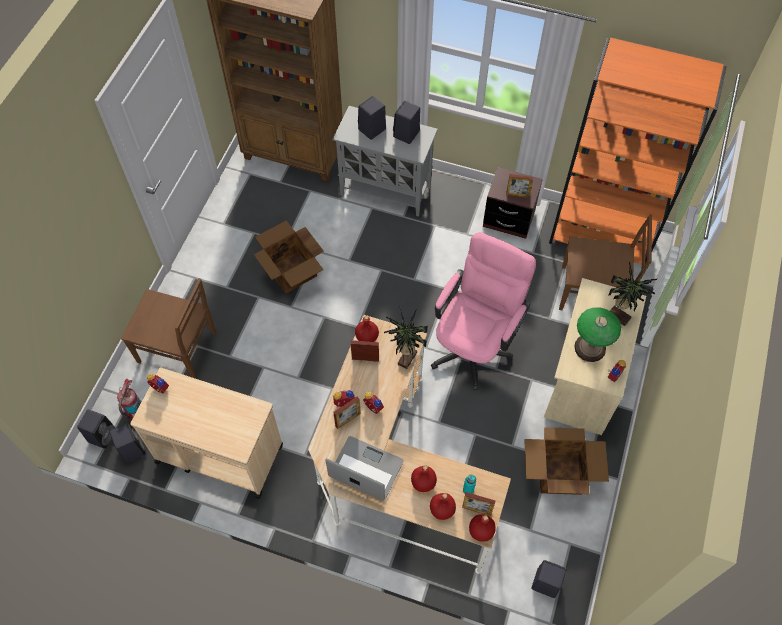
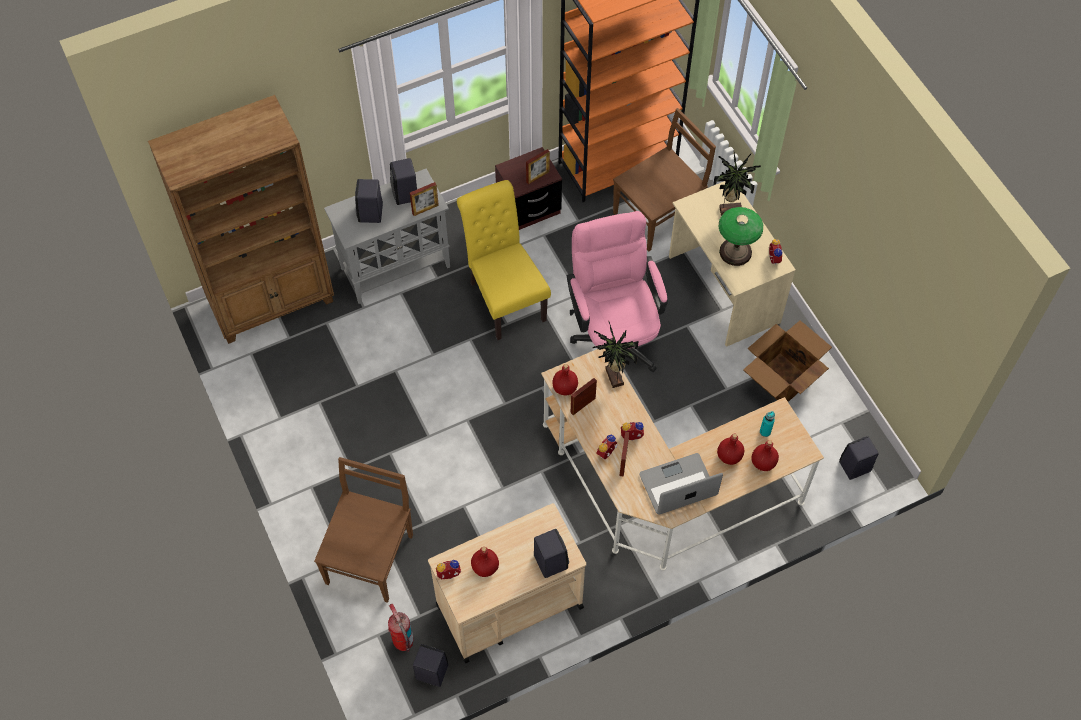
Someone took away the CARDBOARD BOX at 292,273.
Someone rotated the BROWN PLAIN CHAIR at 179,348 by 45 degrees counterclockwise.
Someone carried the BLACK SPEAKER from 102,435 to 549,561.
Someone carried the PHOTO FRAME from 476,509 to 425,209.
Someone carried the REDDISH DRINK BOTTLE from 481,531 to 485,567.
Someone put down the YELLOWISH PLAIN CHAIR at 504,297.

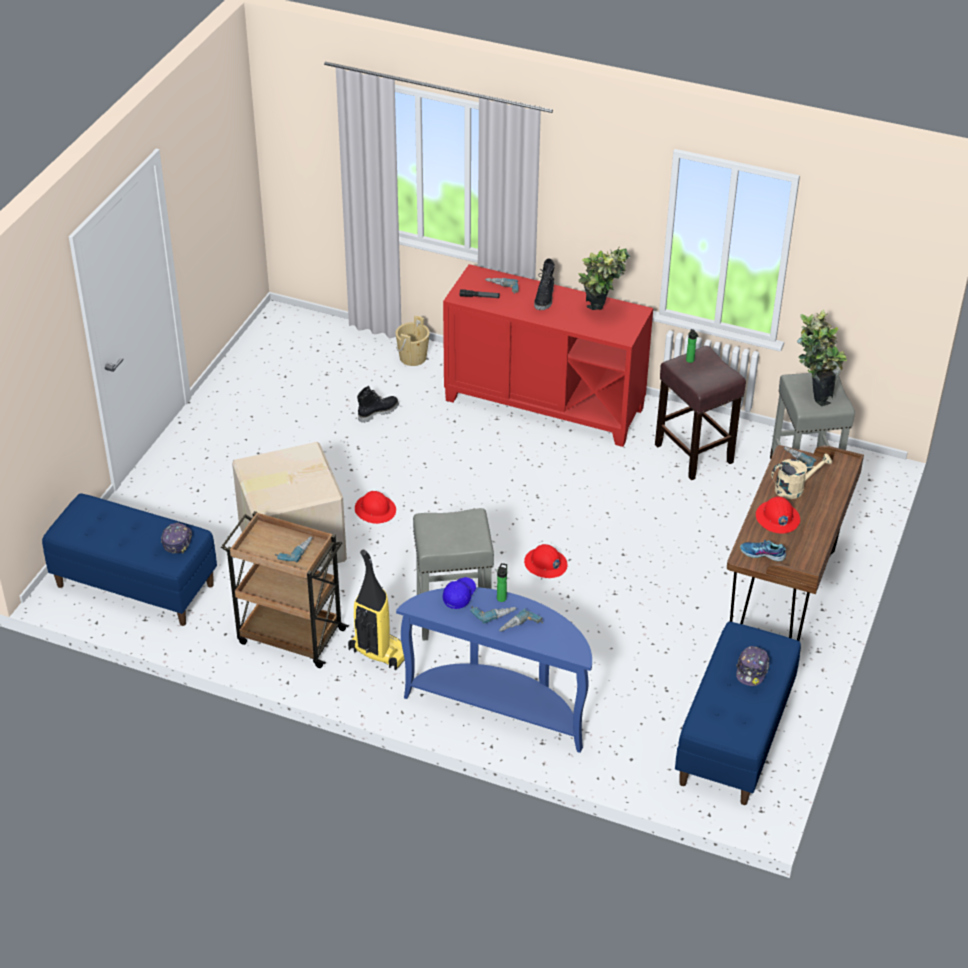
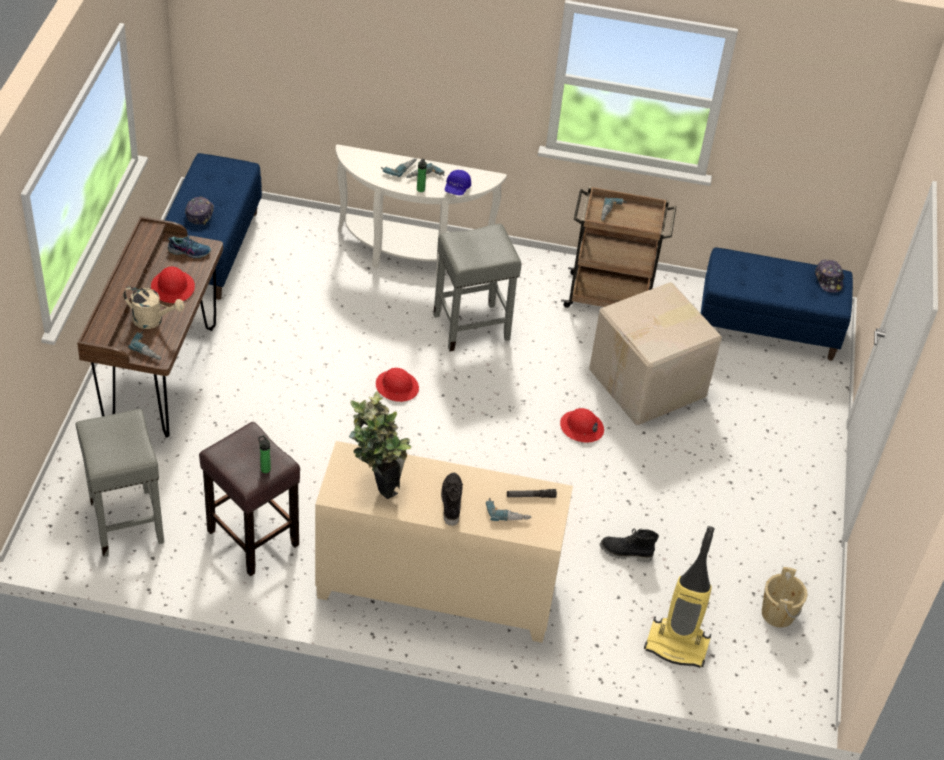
Someone repainted the REDDISH CUPBOARD at 544,404, which became the SAND-COLOURED CUPBOARD at 436,590.
Someone took away the POTTED PLANT at 813,394.
Someone carried the SAND-COLOURED WATER BUCKET from 413,357 to 778,613.
Someone rotated the BLACK TALL BOOT at 378,412 by 60 degrees clockwise.
Someone rotated the SAND-COLOURED WATERING CAN at 794,488 by 135 degrees counterclockwise.
Someone carried the BASEBALL CAP from 177,541 to 828,280.
Someone carried the VACUUM from 379,652 to 677,645.
Someone repainted the BLUISH HALL TABLE at 500,707, which became the WHITE HALL TABLE at 411,256.

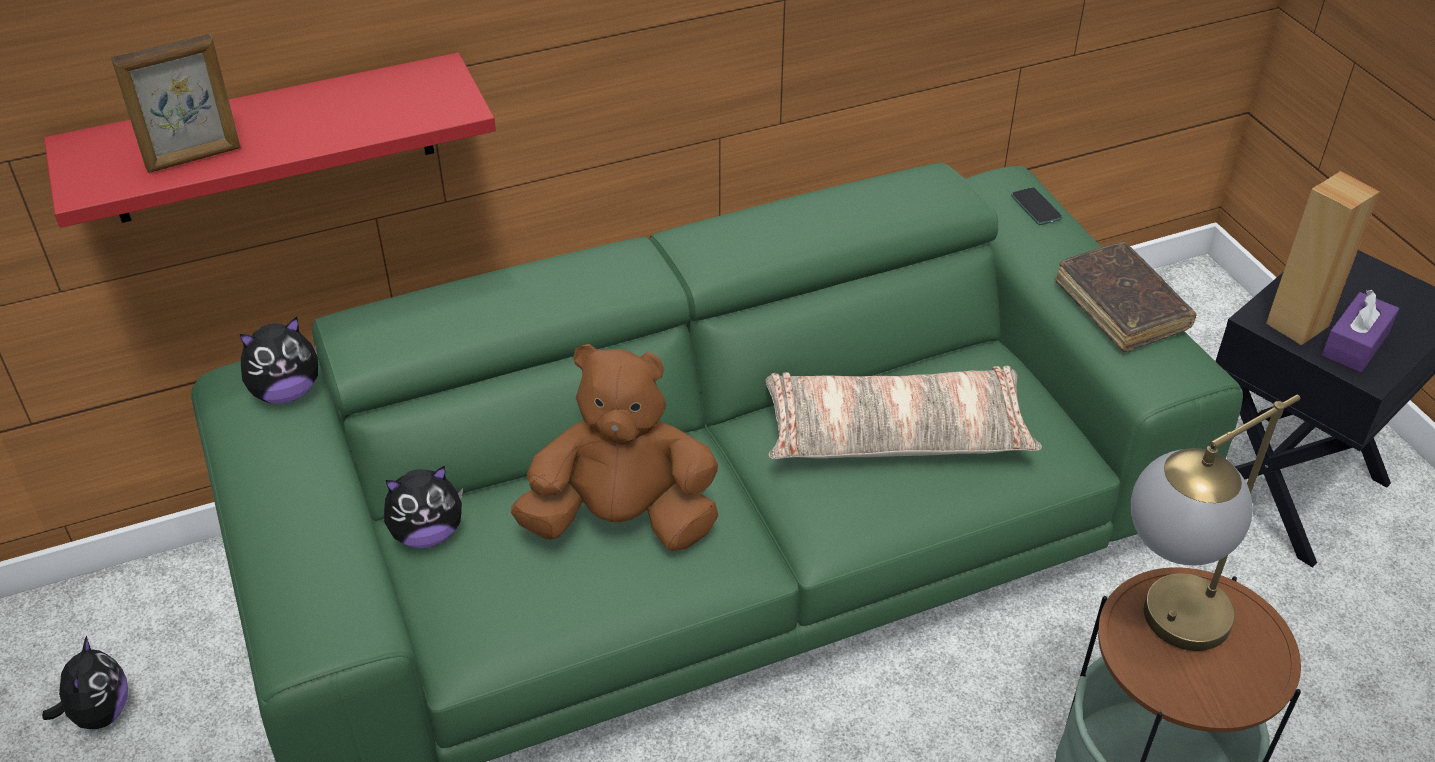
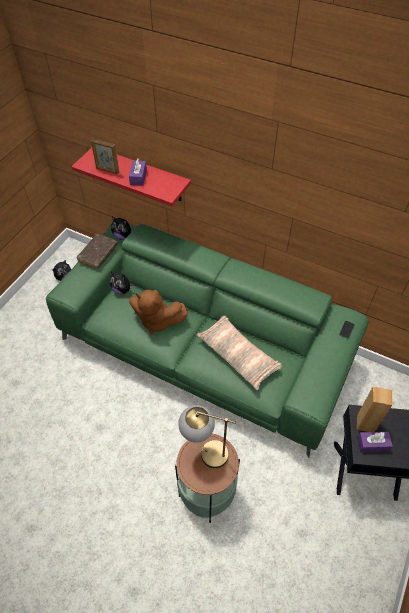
Someone carried the BROWN BOUND BOOK from 1121,307 to 98,254.
Someone rotated the BROWN PLUSH TOY at 623,520 by 150 degrees clockwise.
Someone put down the PURPLE BOX OF TISSUES at 138,177.

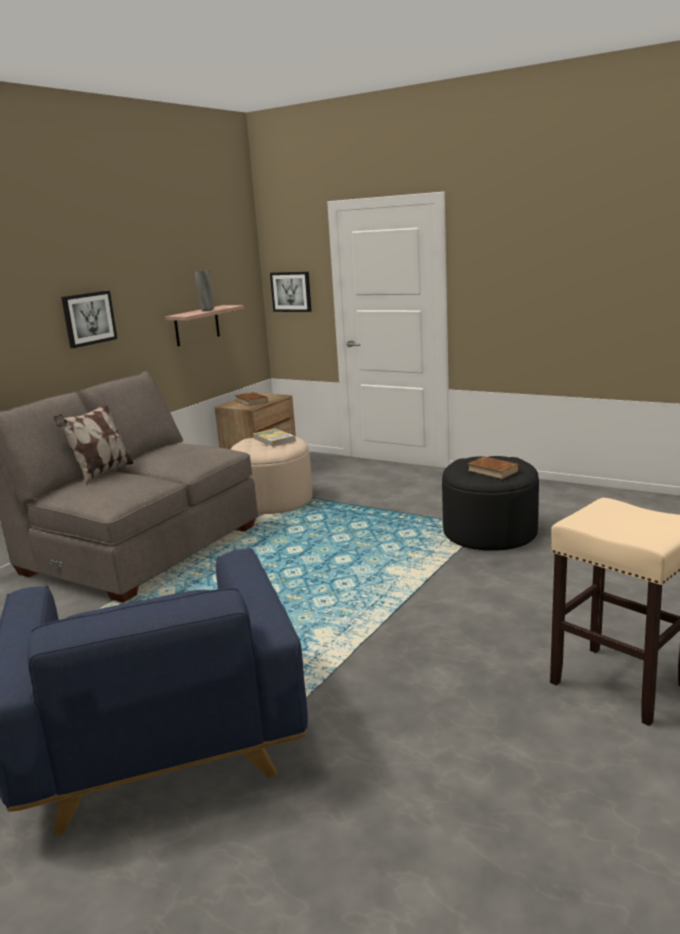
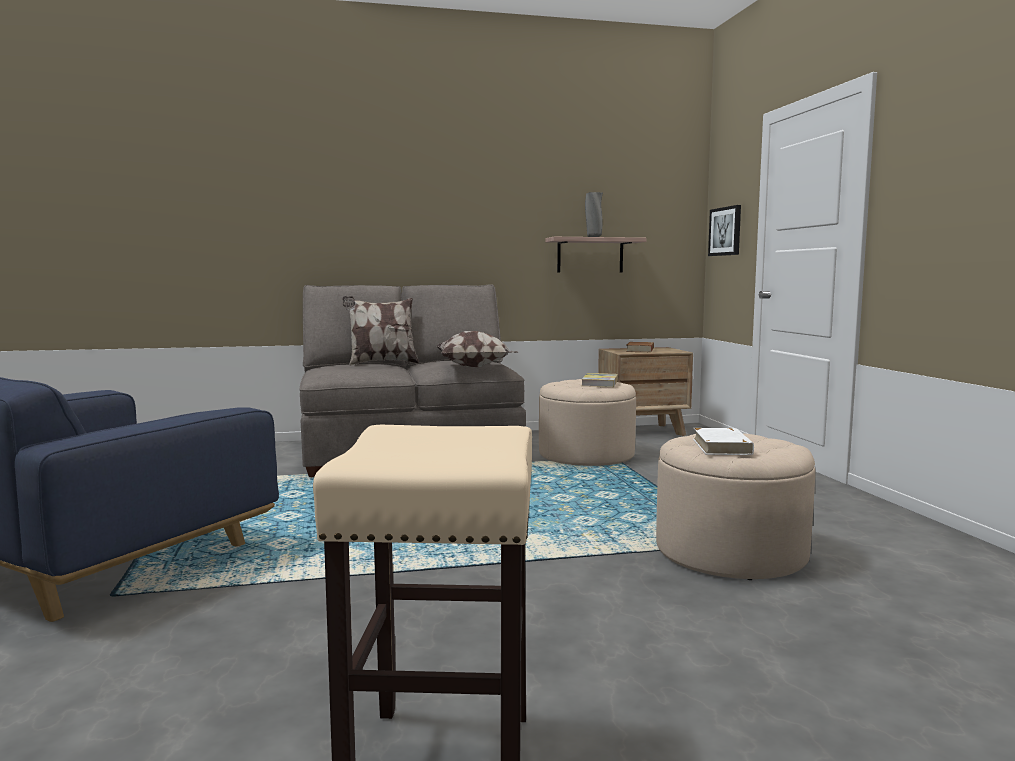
Someone took away the WALL PICTURE at 88,318.
Someone repainted the BLACK OTTOMAN at 490,533, which became the SAND-COLOURED OTTOMAN at 730,552.
Someone repainted the BROWN BOUND BOOK at 493,471, which became the WHITE BOUND BOOK at 722,447.
Someone put down the PILLOW at 475,367.

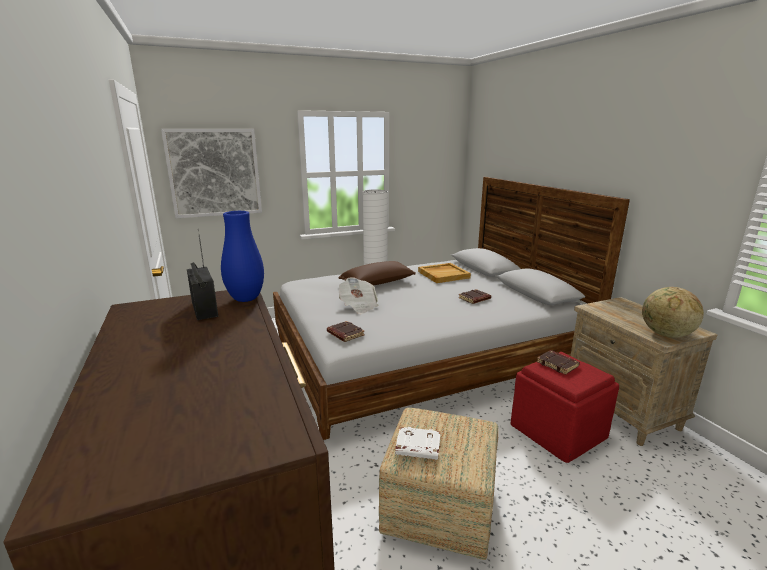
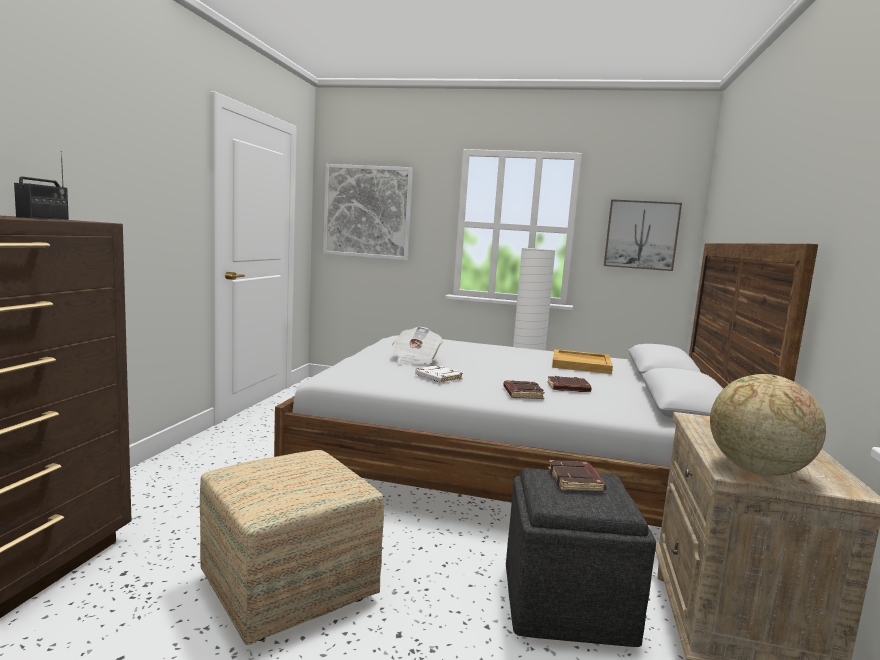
Someone took away the BLUISH VASE at 246,299.
Someone took away the BROWN PILLOW at 378,284.
Someone carried the BROWN BOUND BOOK from 344,334 to 522,393.
Someone repainted the REDDISH OTTOMAN at 556,431, which became the GREY OTTOMAN at 565,602.
Someone carried the WHITE BOUND BOOK from 417,447 to 437,378.
Someone put up the WALL PICTURE at 641,235.

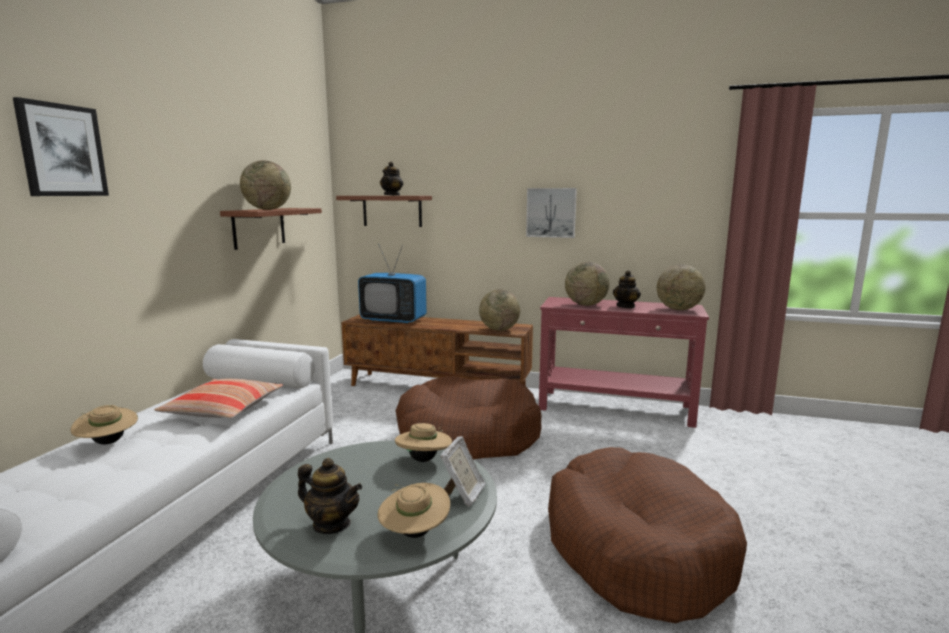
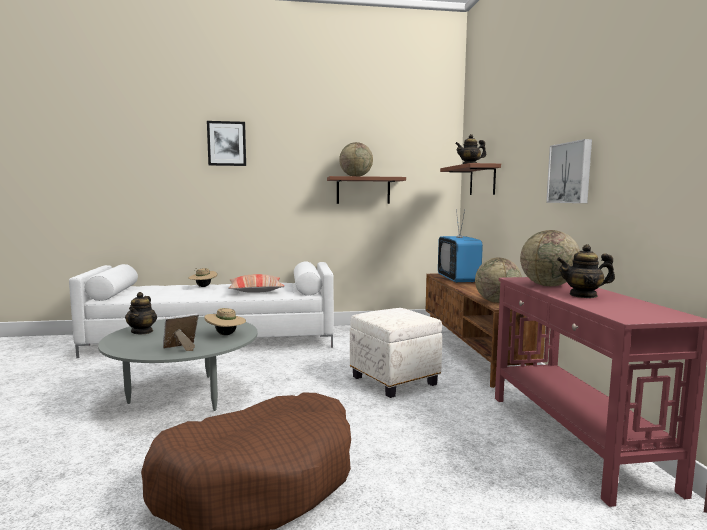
Someone took away the WORLD GLOBE at 678,309.
Someone swapped the BROWN PET BED at 468,435 for the WHITE OTTOMAN at 395,381.
Someone rotated the PHOTO FRAME at 463,495 by 150 degrees clockwise.
Someone took away the SAND-COLOURED CLOTHING HAT at 414,533.

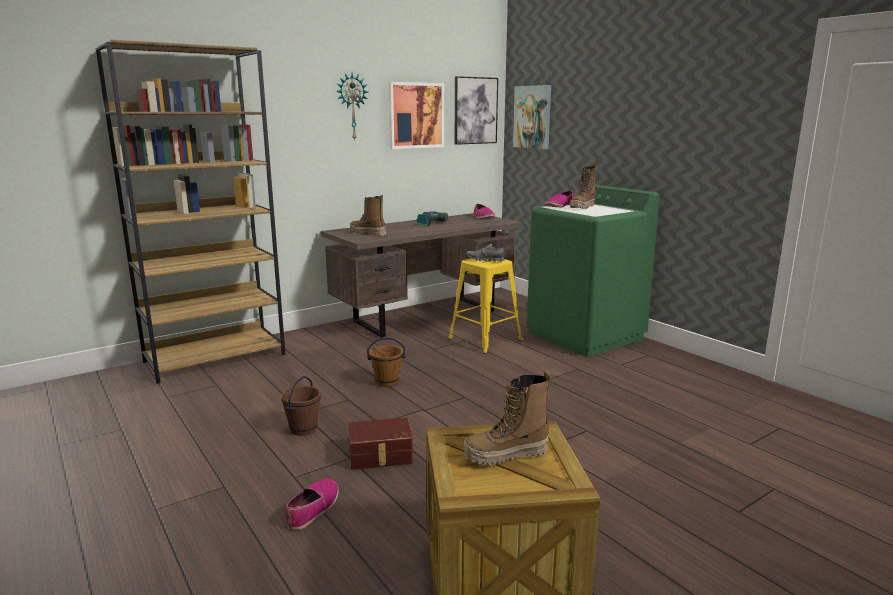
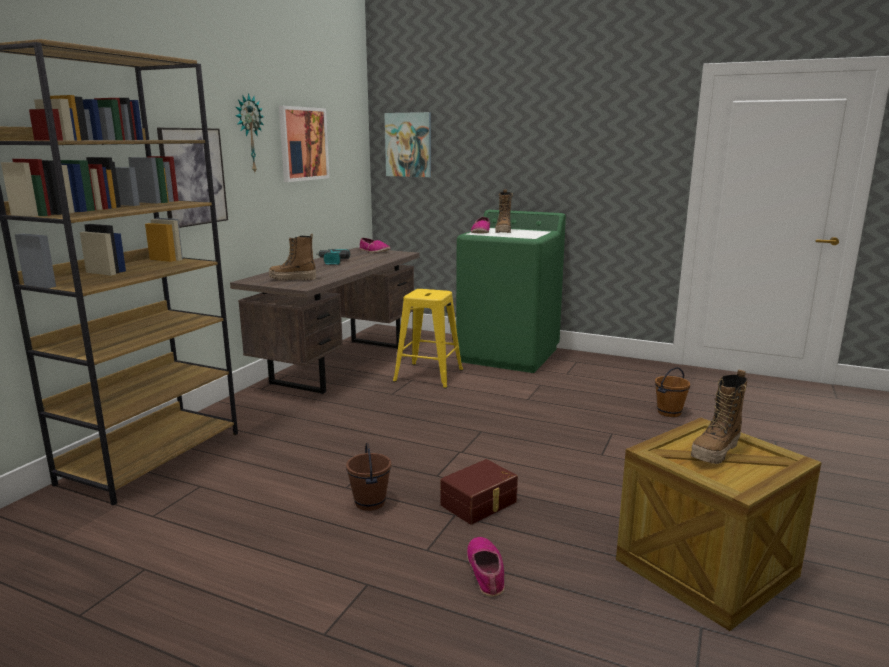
Someone carried the WALL PICTURE from 475,110 to 193,177.
Someone took away the GREY LOW SHOE at 485,260.
Someone carried the BROWN WATER BUCKET from 387,381 to 668,412.

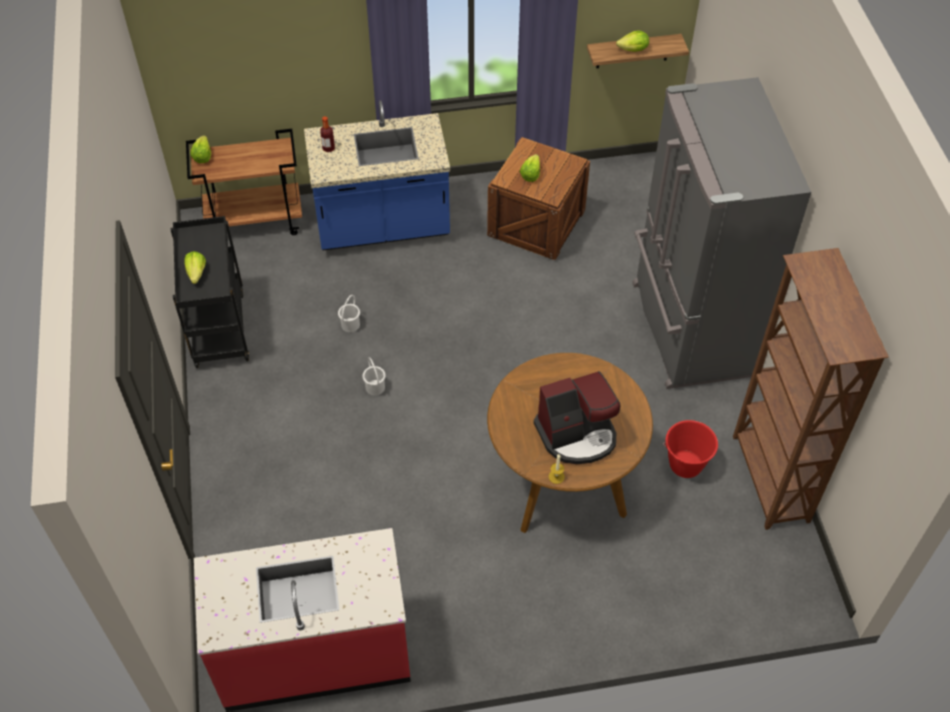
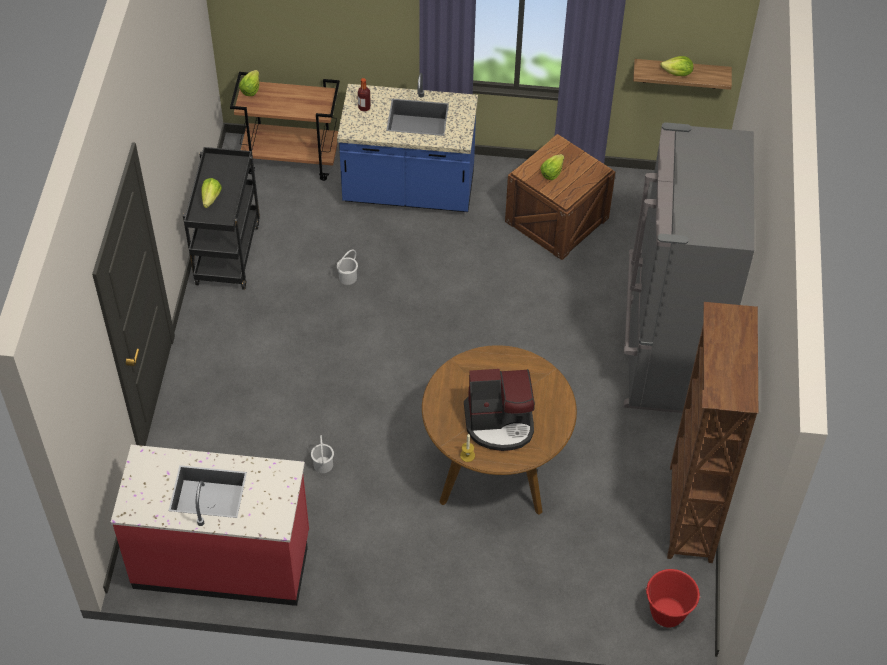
Someone carried the WHITE WATER BUCKET from 375,387 to 323,465.
Someone carried the REDDISH WATER BUCKET from 685,465 to 667,613.

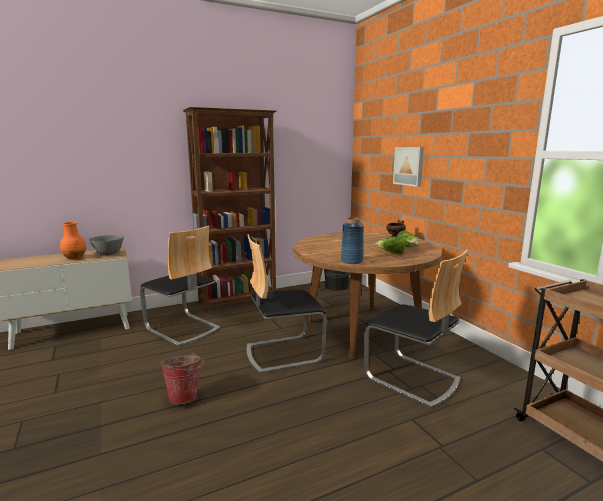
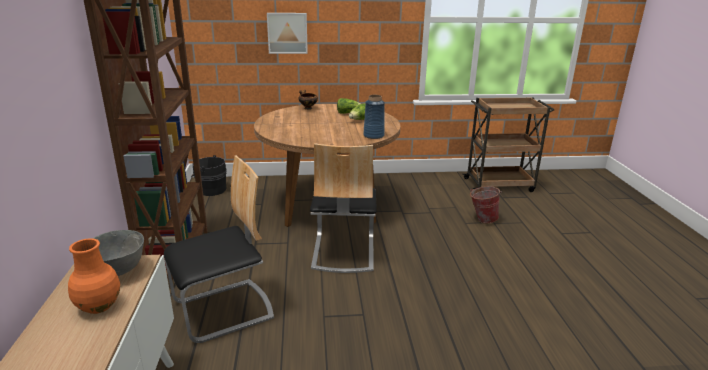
Someone took away the PLAIN CHAIR at 412,378.
Someone carried the WATER BUCKET from 185,397 to 482,219.

